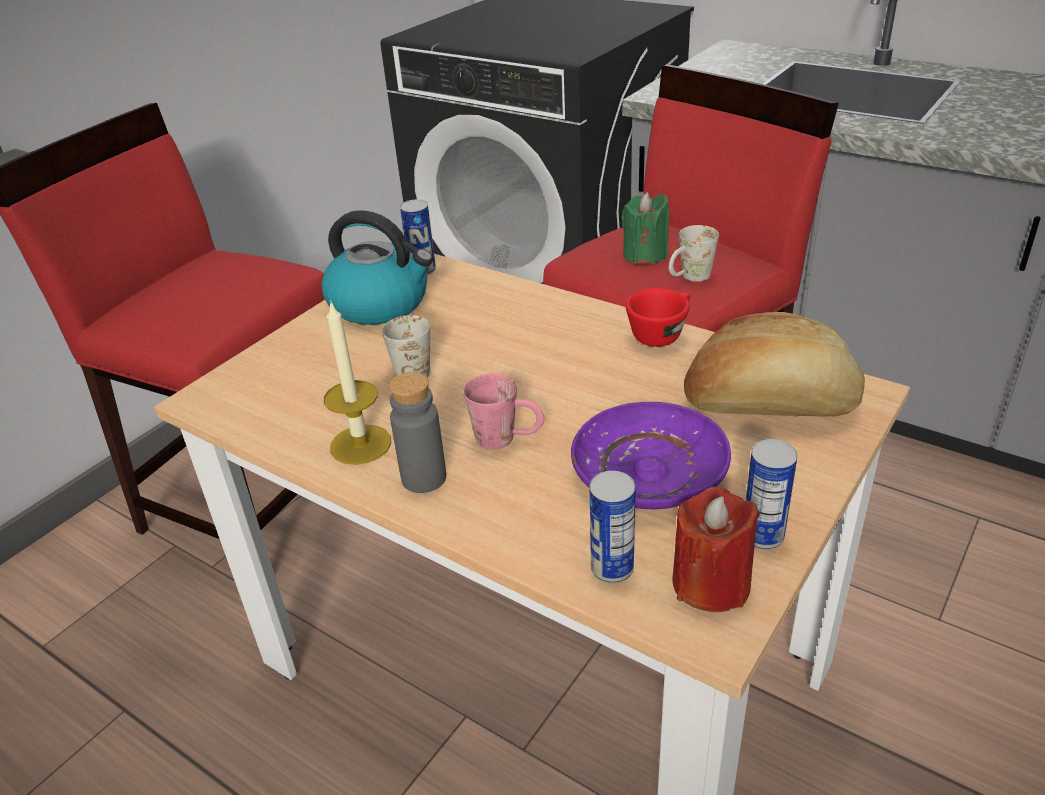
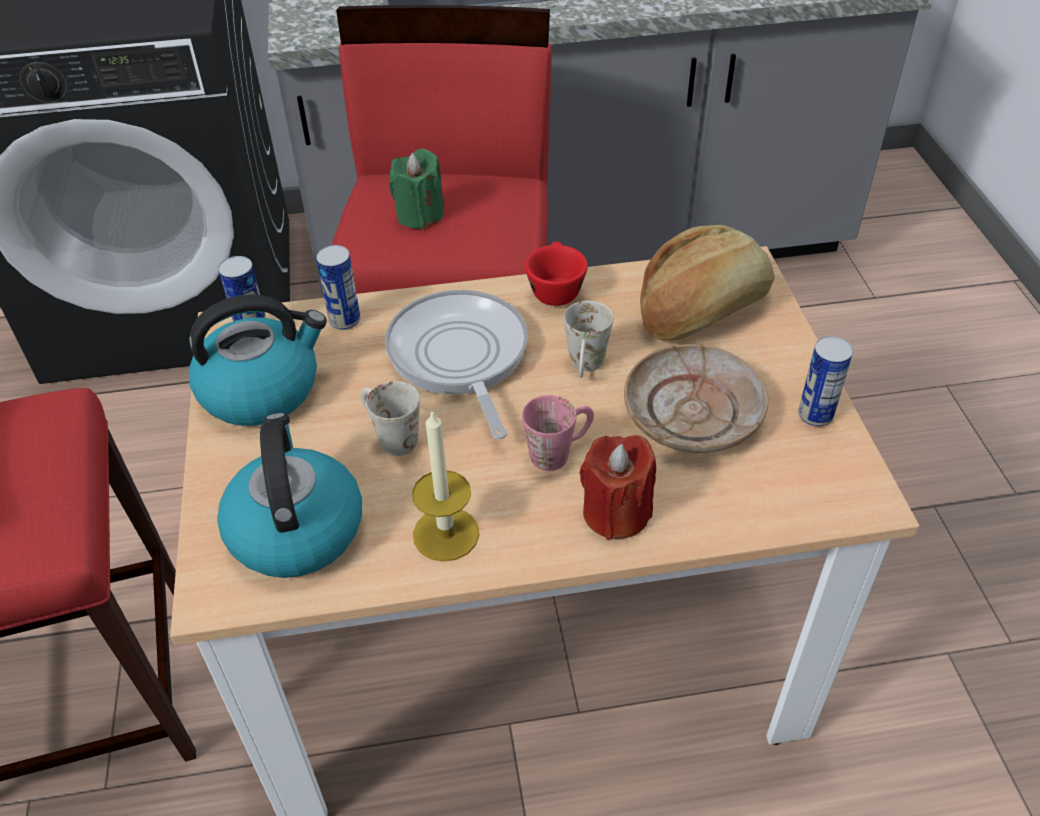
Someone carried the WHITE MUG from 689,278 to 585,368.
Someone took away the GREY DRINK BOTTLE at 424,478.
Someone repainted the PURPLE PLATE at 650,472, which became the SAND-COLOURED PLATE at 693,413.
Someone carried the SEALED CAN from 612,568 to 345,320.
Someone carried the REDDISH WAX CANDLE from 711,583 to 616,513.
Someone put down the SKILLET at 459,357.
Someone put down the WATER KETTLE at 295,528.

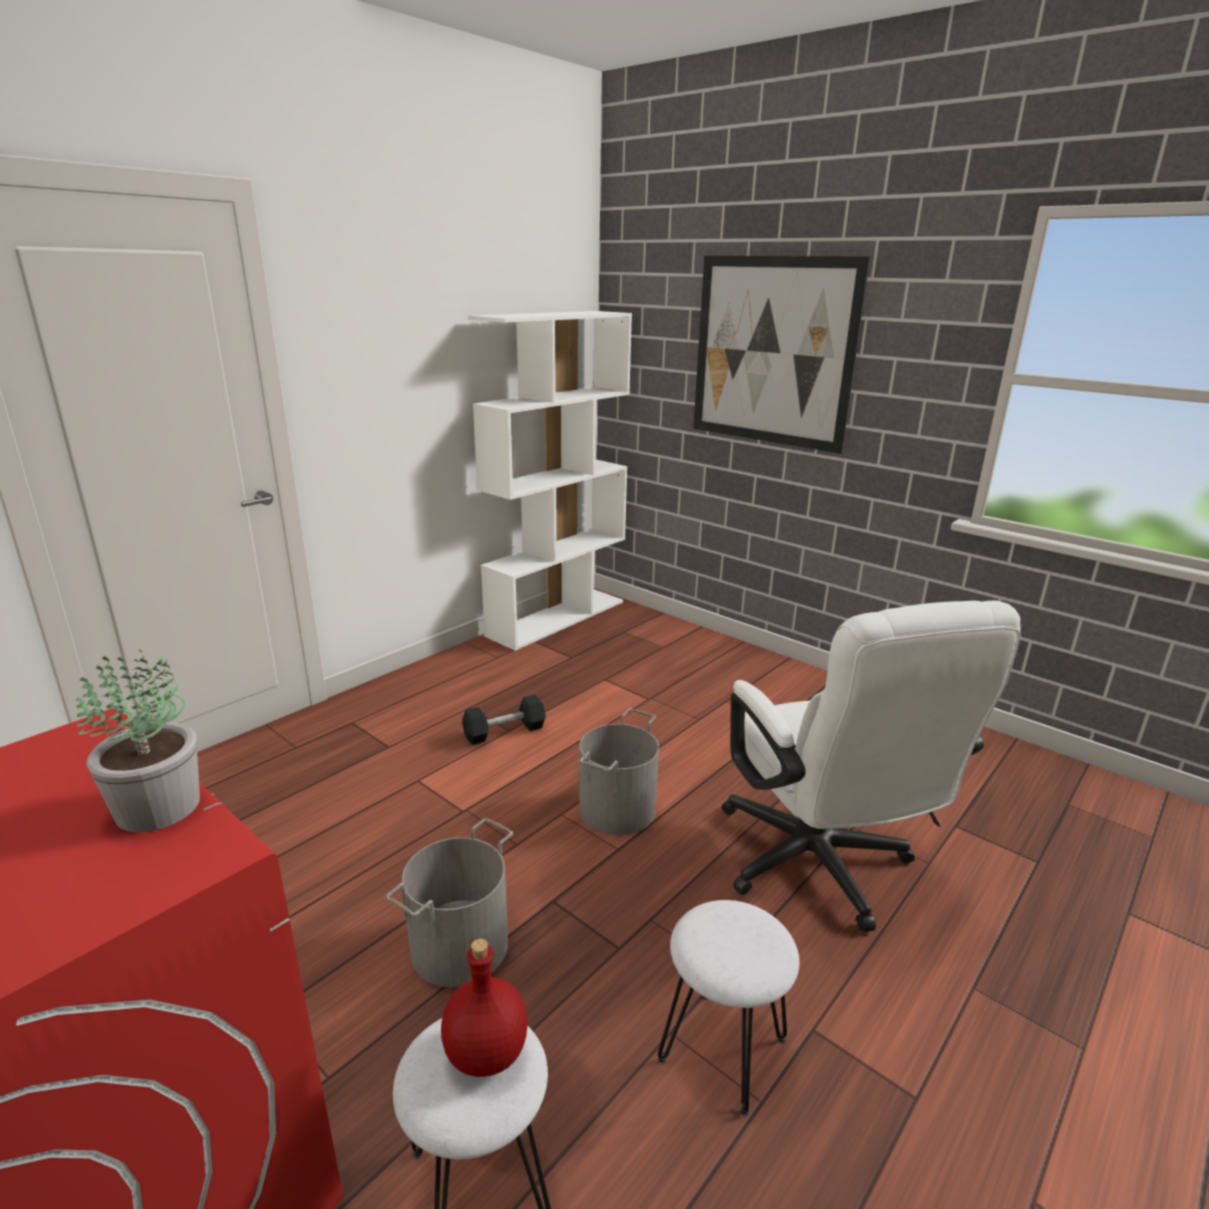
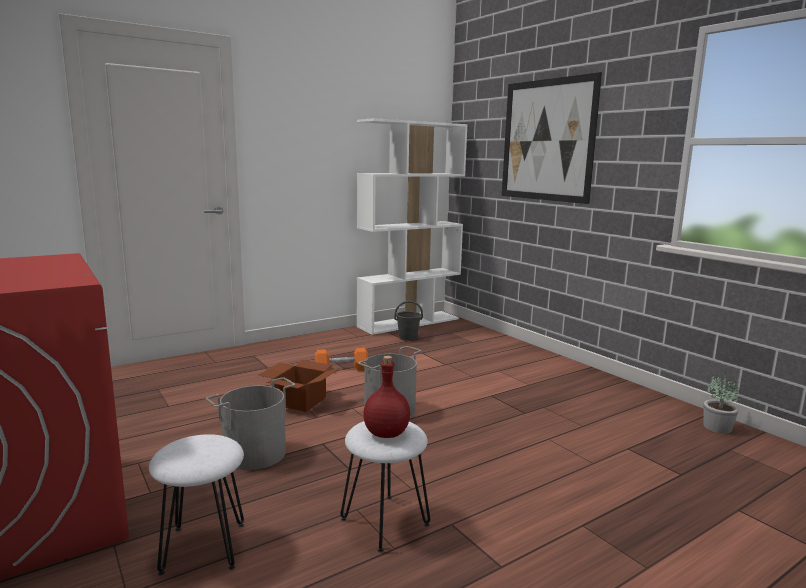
Someone took away the WHITE OFFICE CHAIR at 820,869.
Someone carried the POTTED PLANT from 160,805 to 717,427.
Someone repainted the BLACK DUMBBELL at 504,731, which became the ORANGEY DUMBBELL at 341,369.
Someone carried the REDDISH DRINK BOTTLE from 485,1054 to 386,434.
Someone put down the GREY WATER BUCKET at 408,337.
Someone put down the CARDBOARD BOX at 299,400.

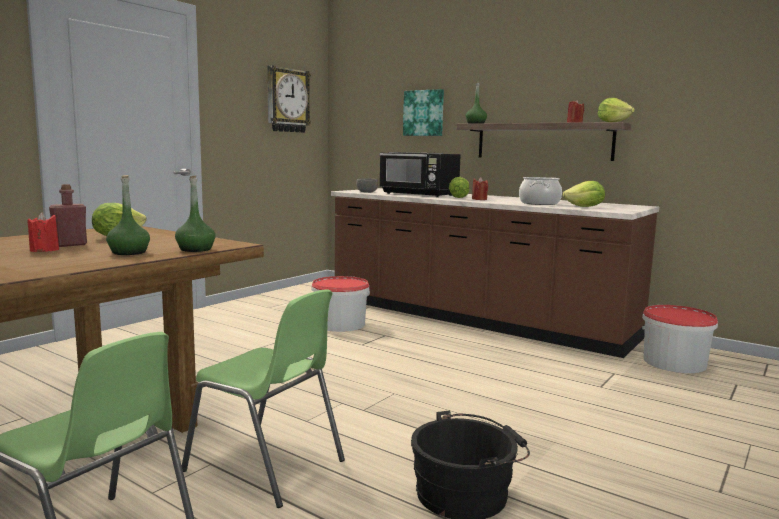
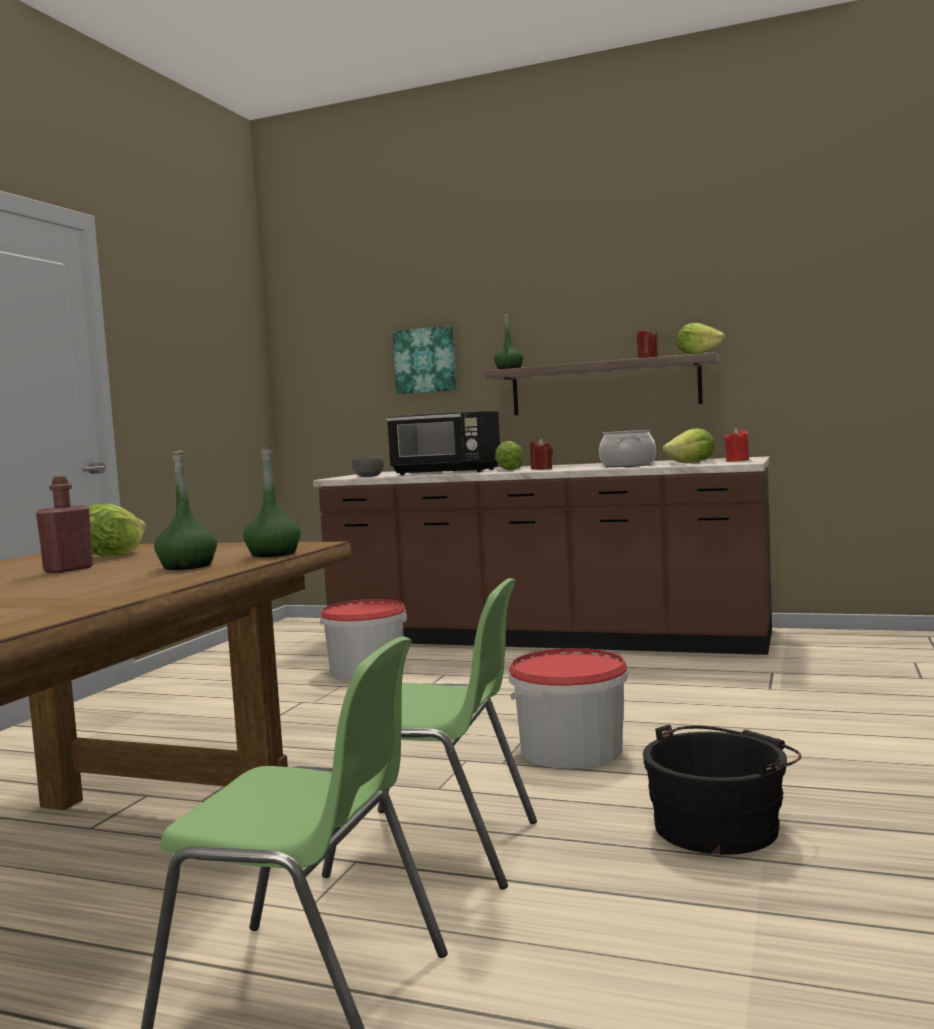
Someone took away the HANGING CLOCK at 287,100.
Someone carried the REDDISH WAX CANDLE from 44,250 to 737,461.
Someone carried the WATER BUCKET from 674,362 to 571,750.

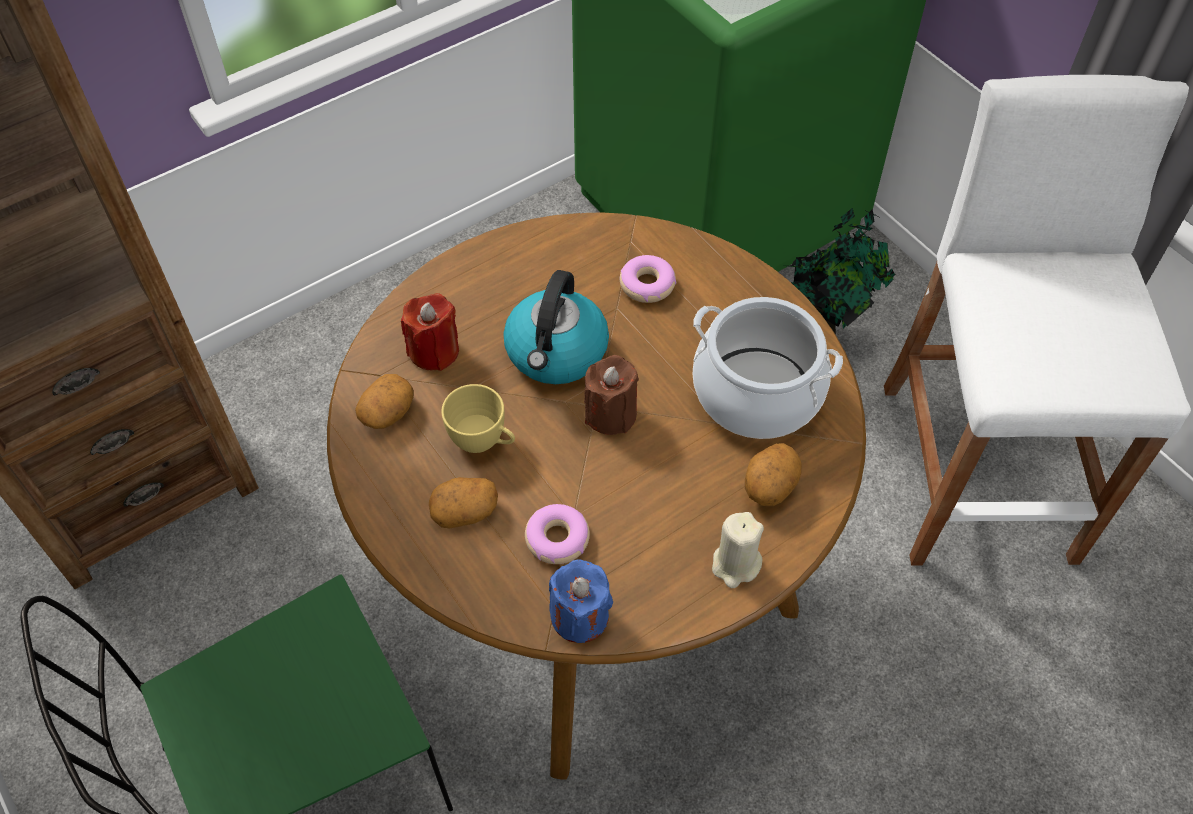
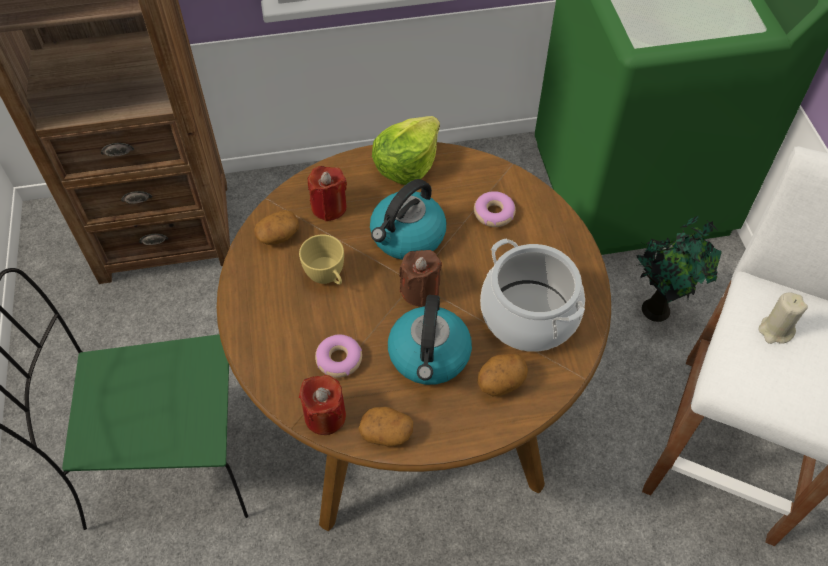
Someone carried the POTATO from 465,510 to 387,432.
Someone carried the SAND-COLOURED WAX CANDLE from 735,565 to 775,331.
Someone repainted the BLUISH WAX CANDLE at 579,616, which became the REDDISH WAX CANDLE at 325,416.
Someone put down the LETTUCE at 406,164.
Someone put down the WATER KETTLE at 429,356.

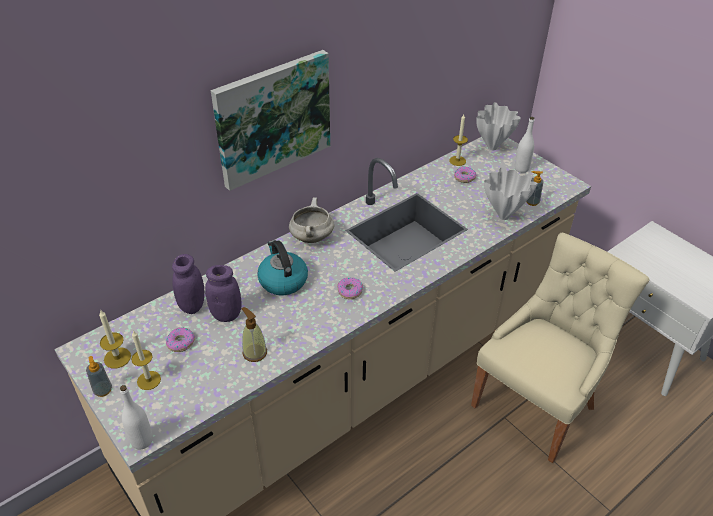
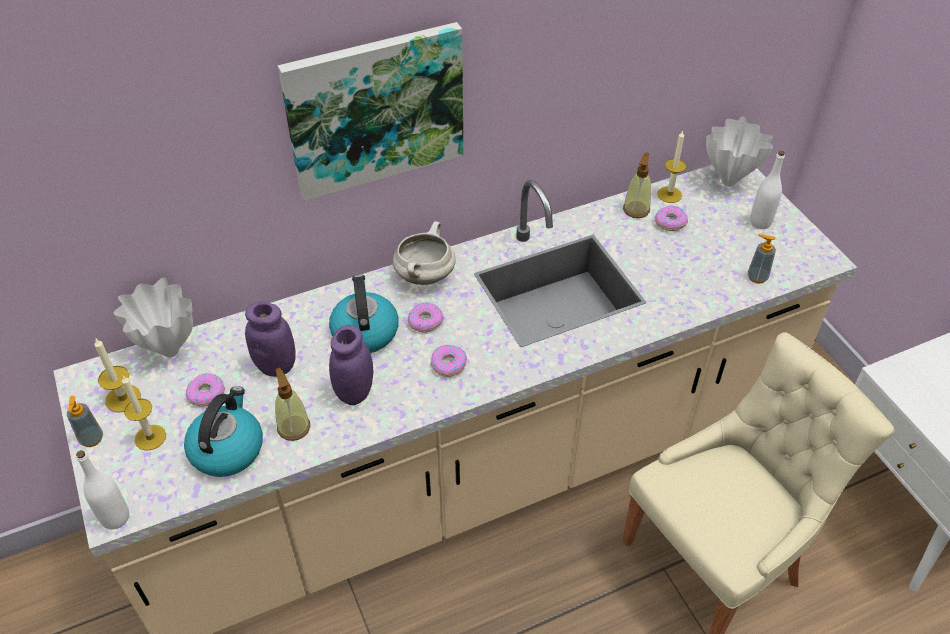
Someone carried the WHITE VASE from 502,216 to 169,350.
Someone carried the PURPLE PRESERVE JAR from 192,305 to 355,392.
Someone put down the SOAP BOTTLE at 636,209.
Someone put down the DOUGHNUT at 425,321.
Someone put down the WATER KETTLE at 227,449.

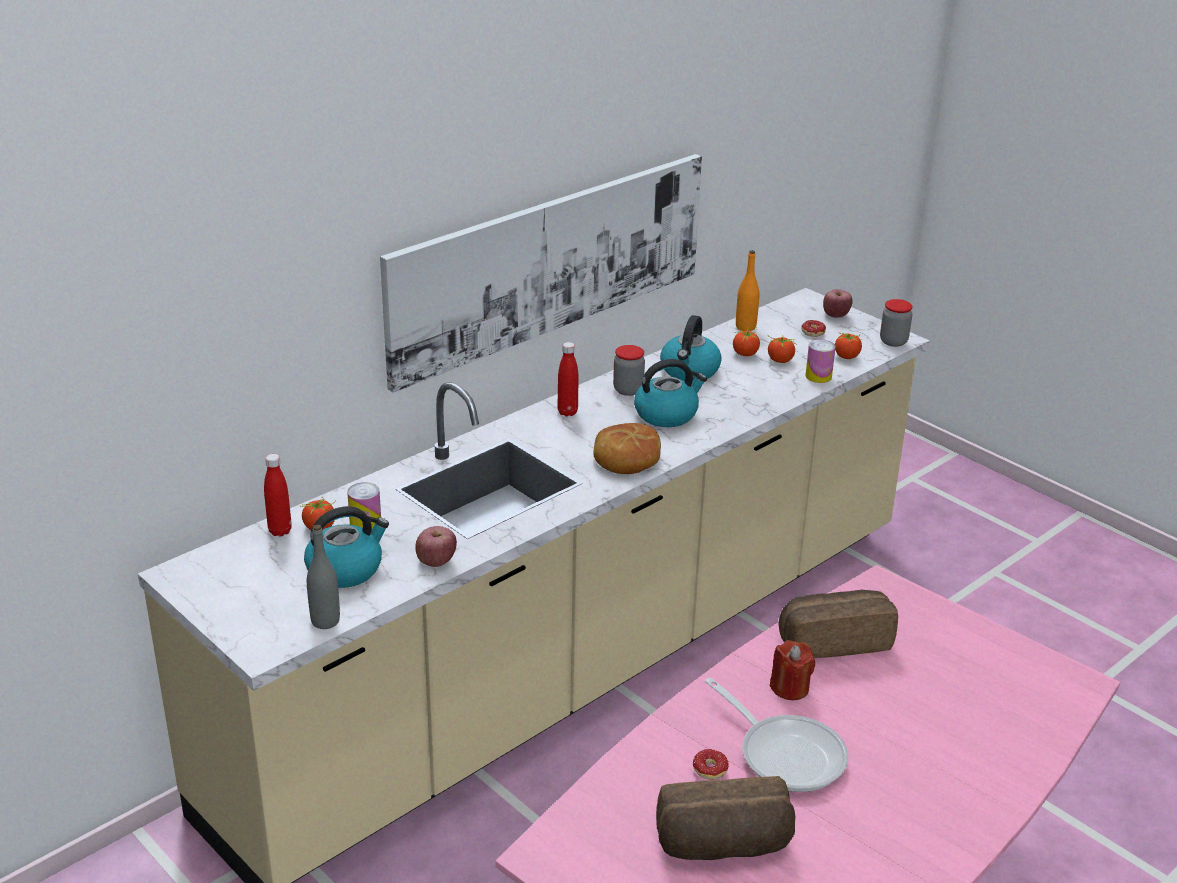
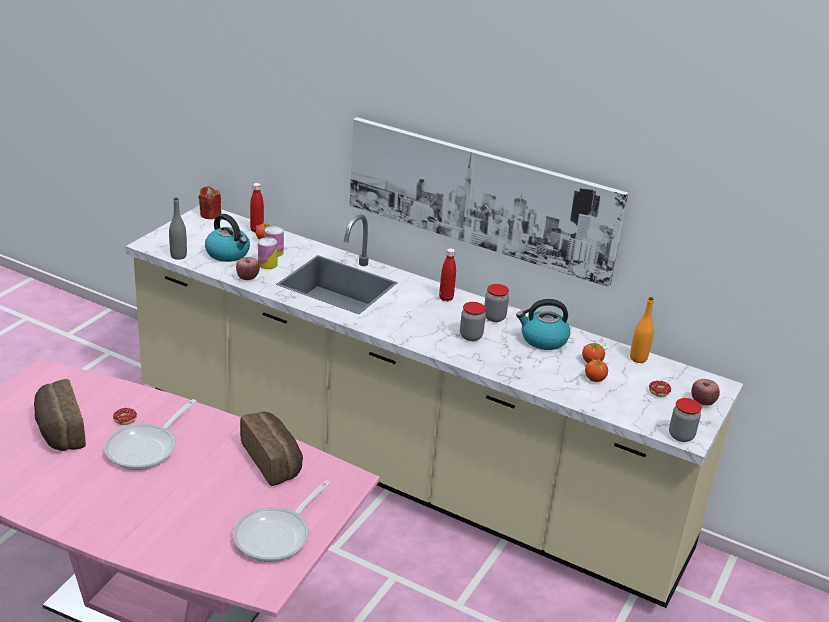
Someone took away the FRESH TOMATO at 847,356.
Someone carried the SEALED CAN from 818,376 to 267,264.
Someone swapped the WATER KETTLE at 667,414 for the PRESERVE JAR at 471,336.
Someone took away the BAKED BREAD at 626,459.
Someone carried the REDDISH WAX CANDLE from 790,688 to 210,214.
Someone put down the SKILLET at 277,535.

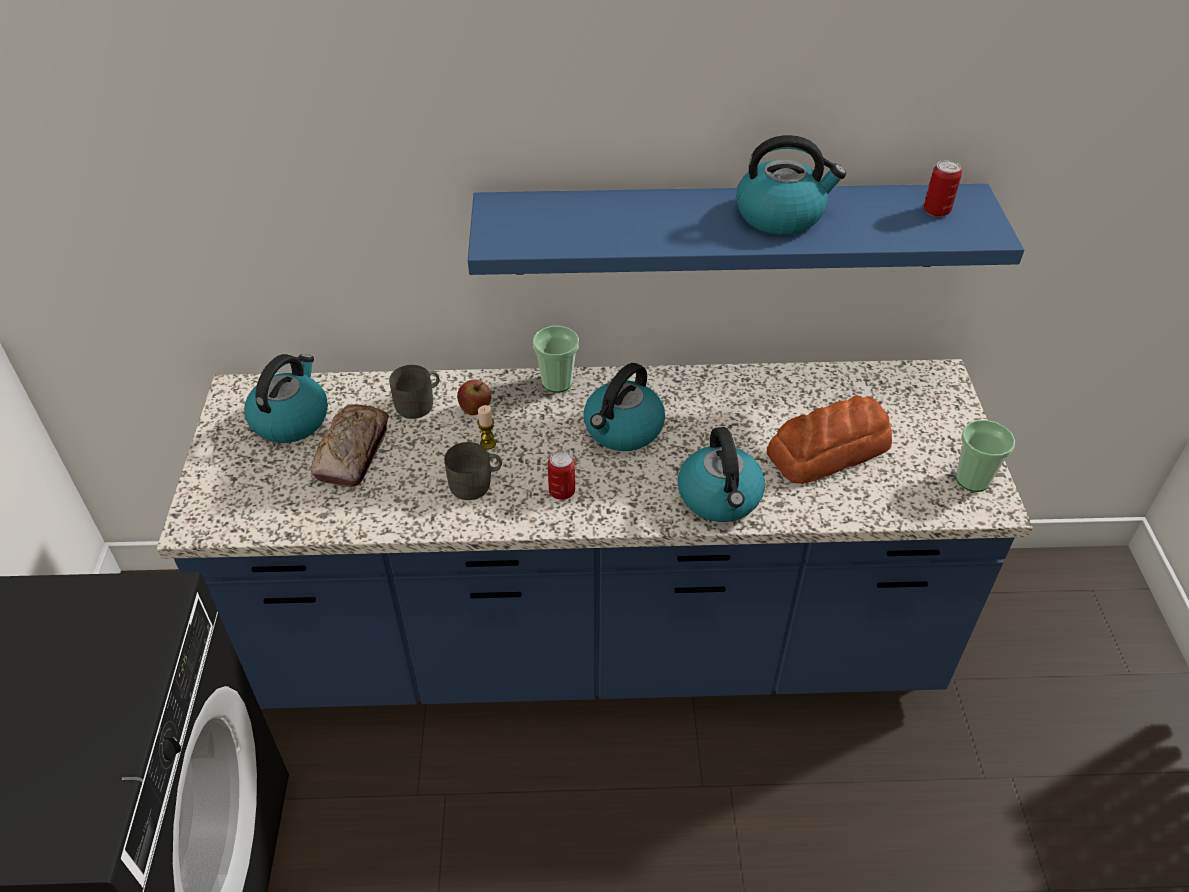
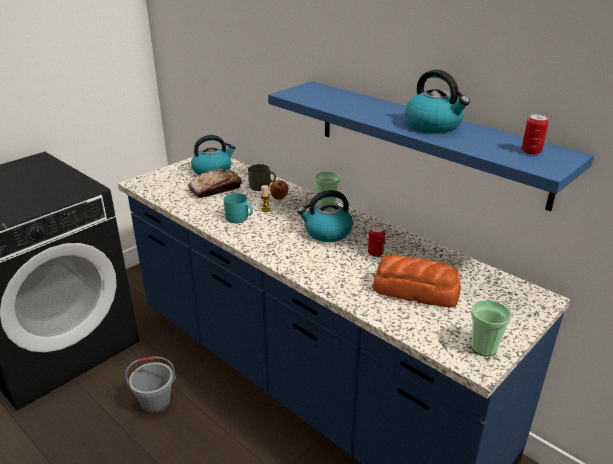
Someone took away the WATER KETTLE at 720,498.
Someone repainted the GREY MUG at 476,484, which became the TURQUOISE MUG at 239,219.
Someone carried the SEALED CAN from 562,492 to 375,253.
Someone put down the GREY WATER BUCKET at 156,403.

